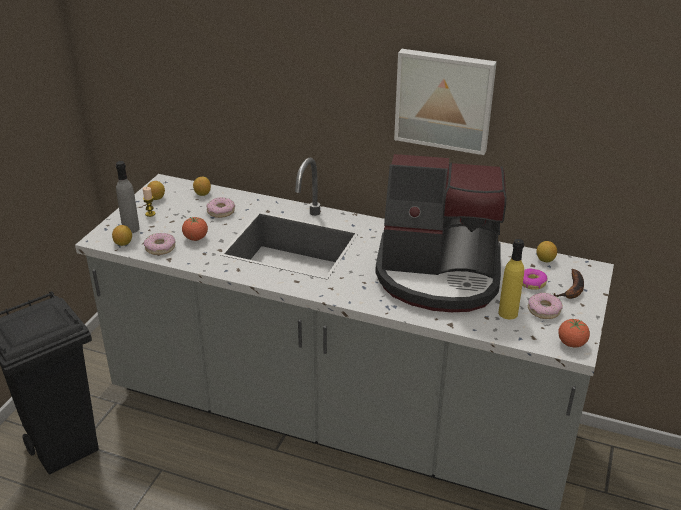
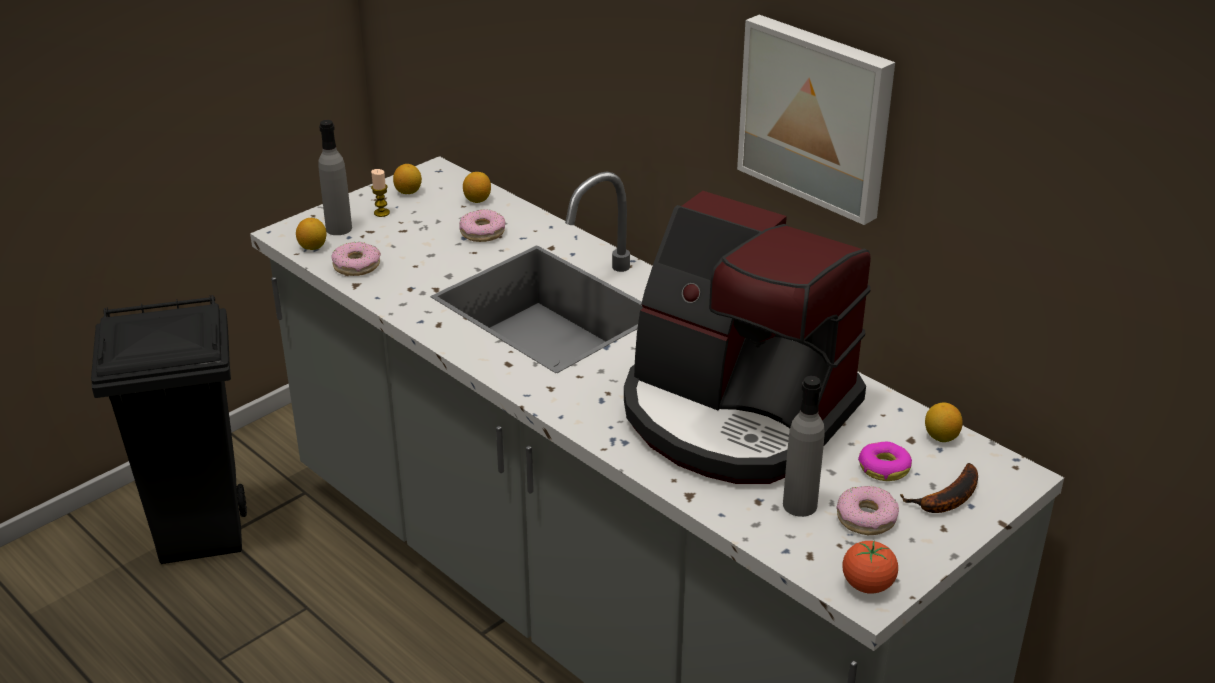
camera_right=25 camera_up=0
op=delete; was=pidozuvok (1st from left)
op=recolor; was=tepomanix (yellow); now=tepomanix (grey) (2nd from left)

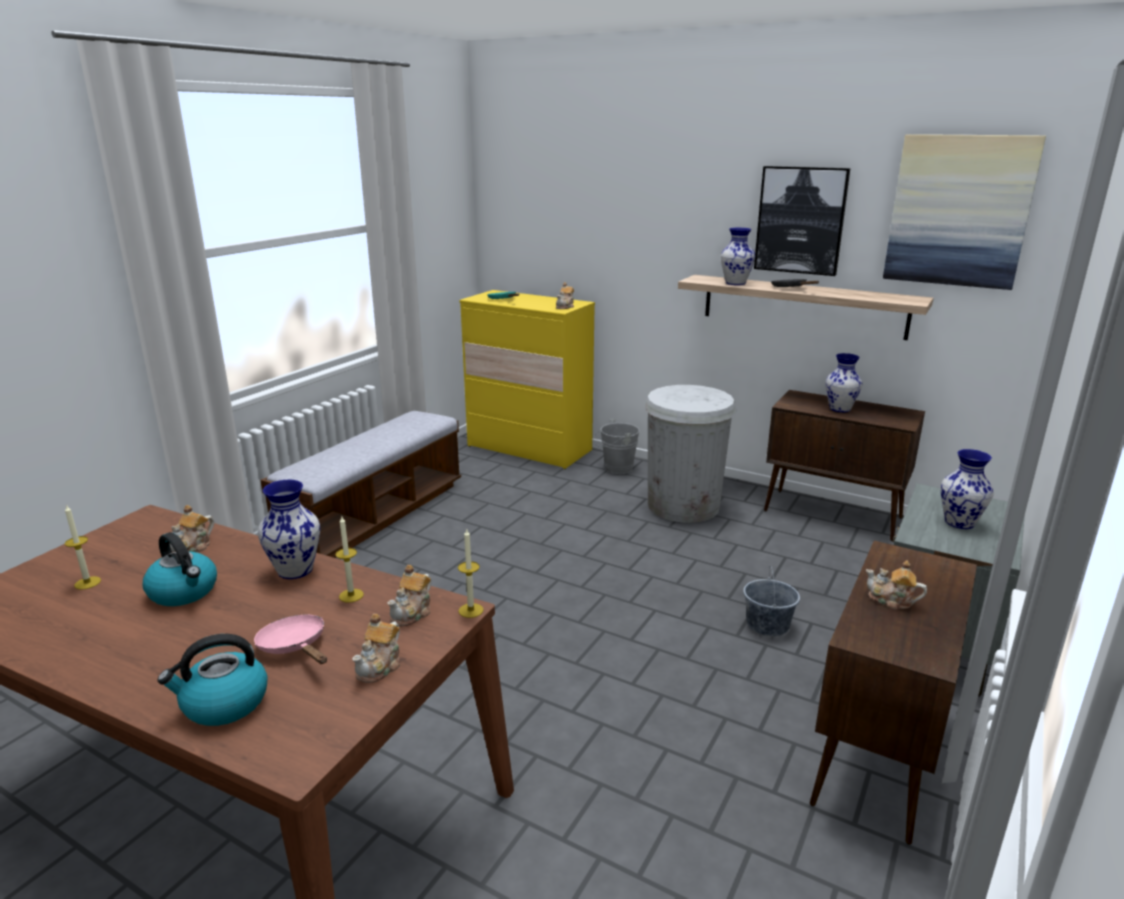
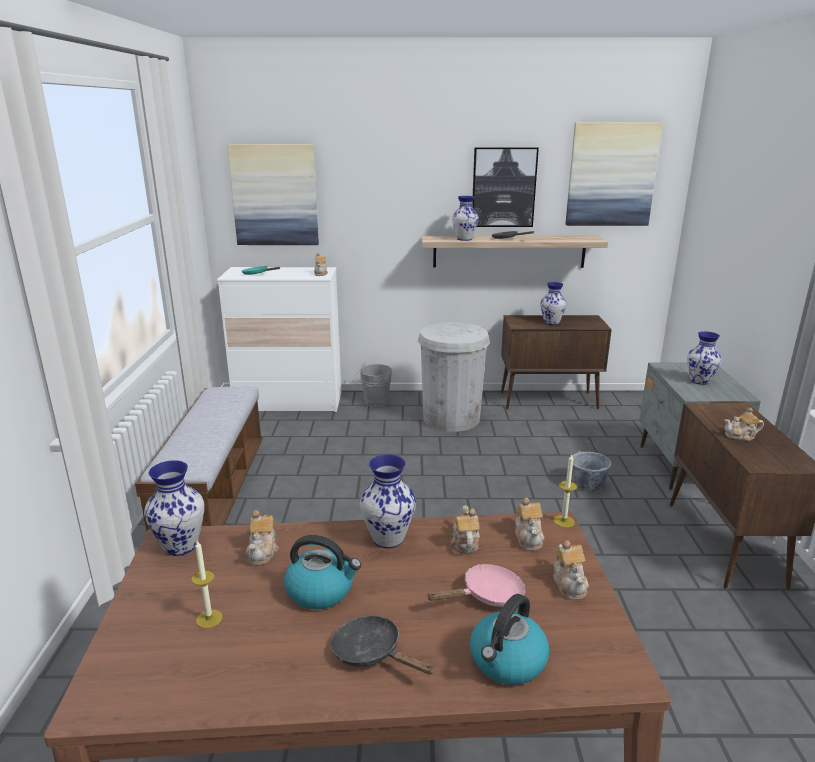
camera_right=-30 camera_up=0
op=recolor; was=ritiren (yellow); now=ritiren (white)
op=replace; was=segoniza (2nd from left); now=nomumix (3rd from left)
op=rotate; was=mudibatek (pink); clockwise=135
op=insert; now=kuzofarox (1st from left)
op=insert; now=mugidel (1st from left)
op=insert; now=mudibatek (black) (1st from left)

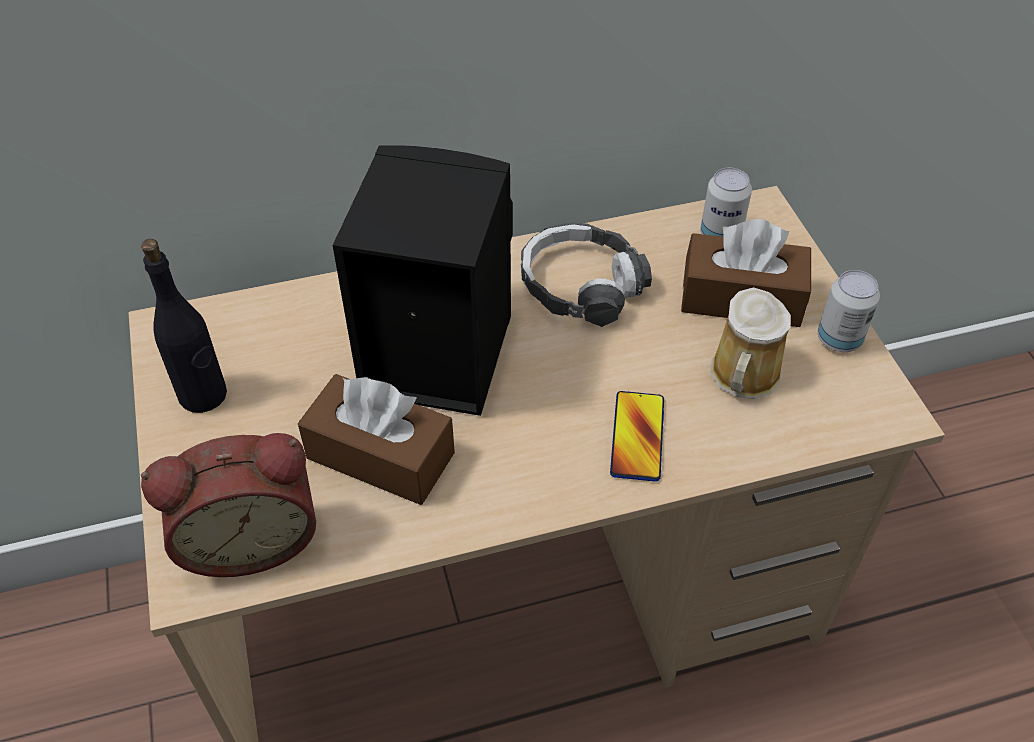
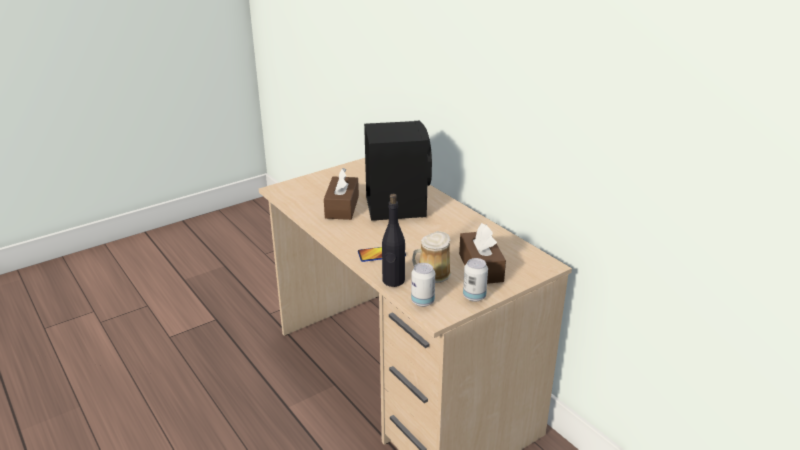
camera_right=70 camera_up=-20
op=move; was=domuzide (1st from left)
op=delete; was=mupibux
op=move; was=tepomanix (black)
op=delete; was=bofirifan

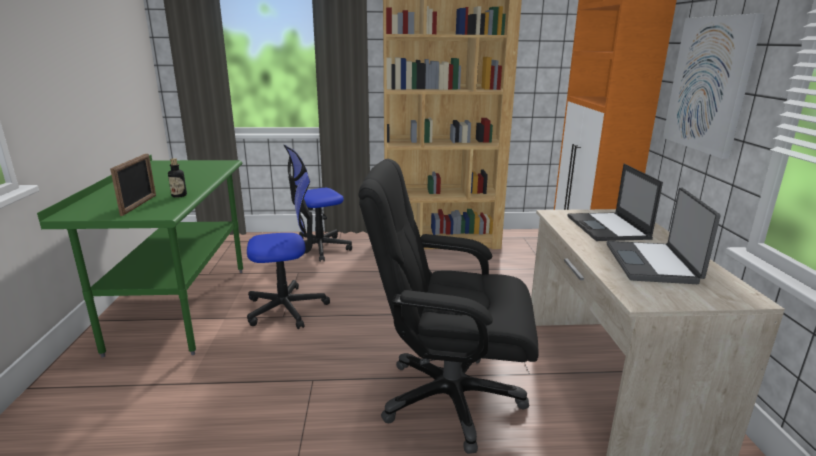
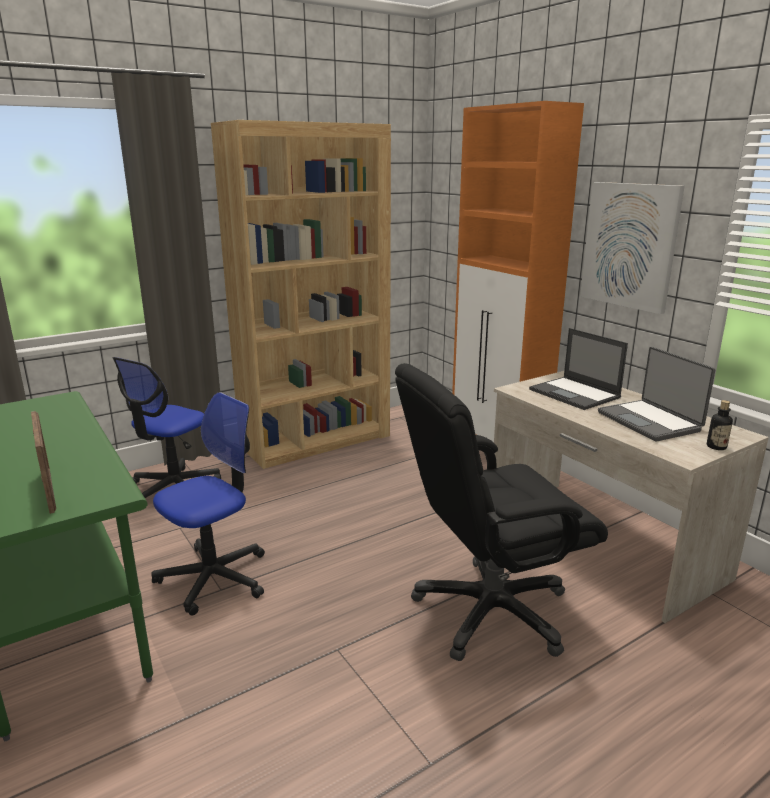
camera_right=-30 camera_up=0
op=move; was=tepomanix

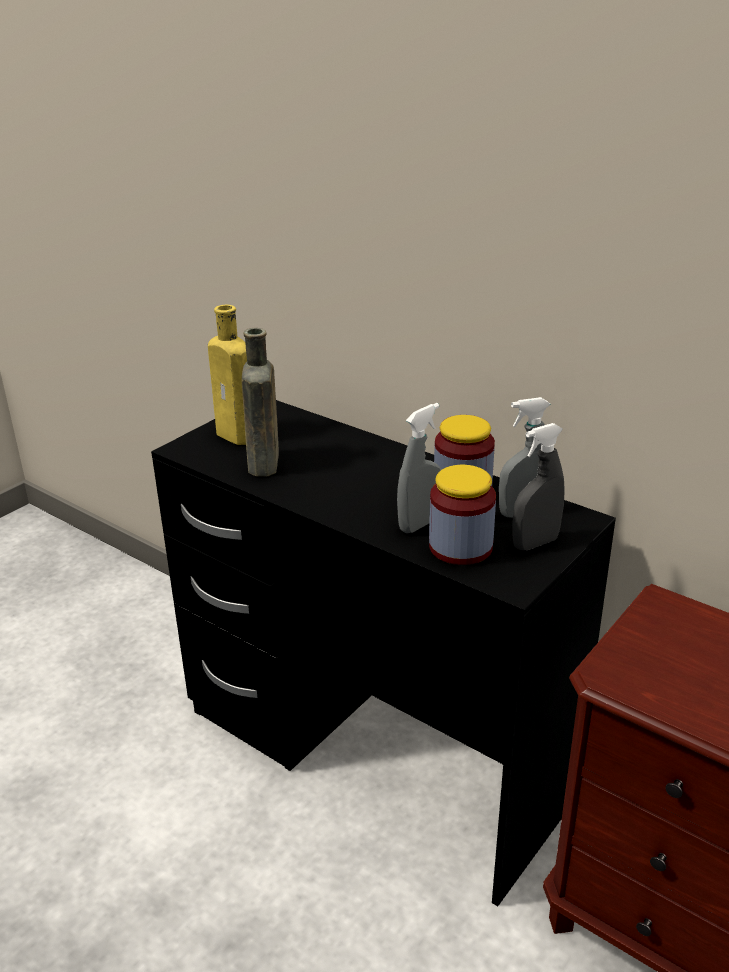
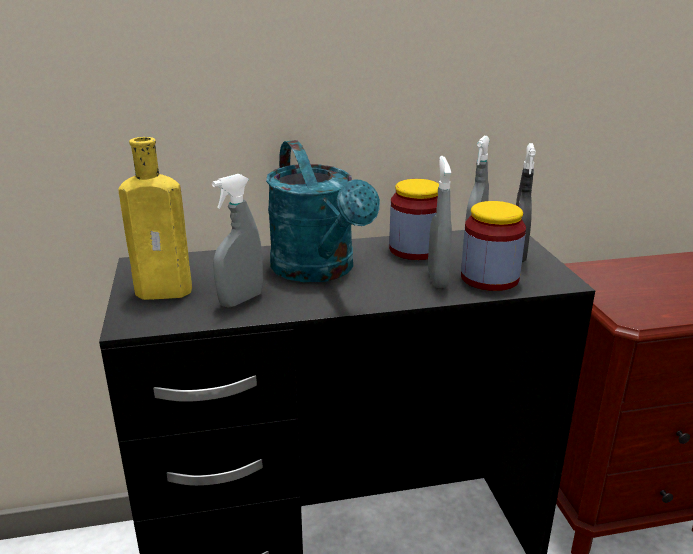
camera_right=-50 camera_up=-5
op=replace; was=tepomanix (brown); now=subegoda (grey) (1st from left)
op=insert; now=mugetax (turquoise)

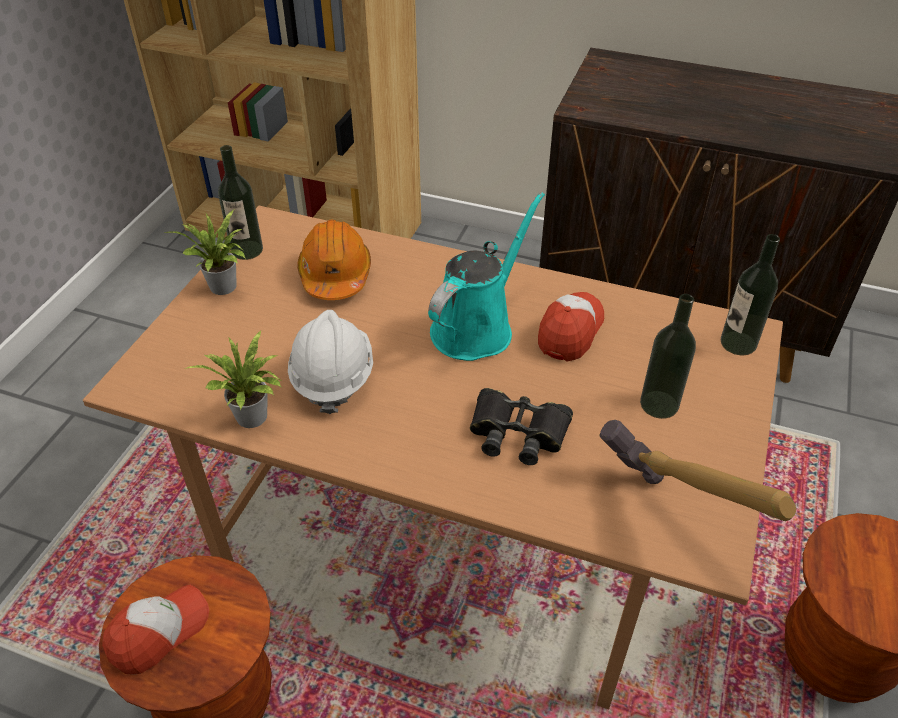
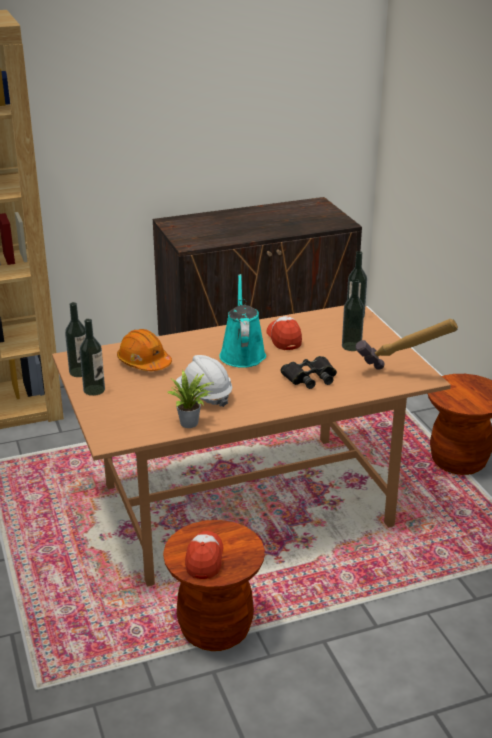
camera_right=-40 camera_up=-15
op=replace; was=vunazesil (1st from left); now=tepomanix (2nd from left)

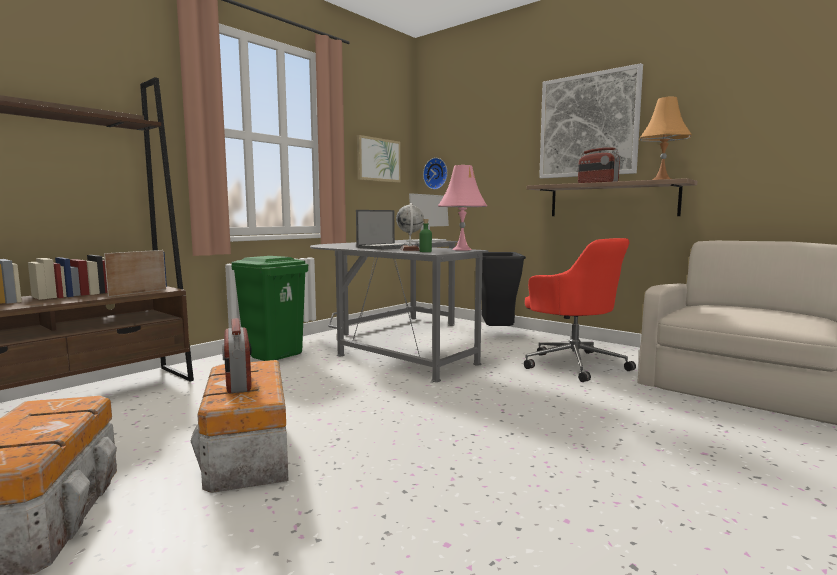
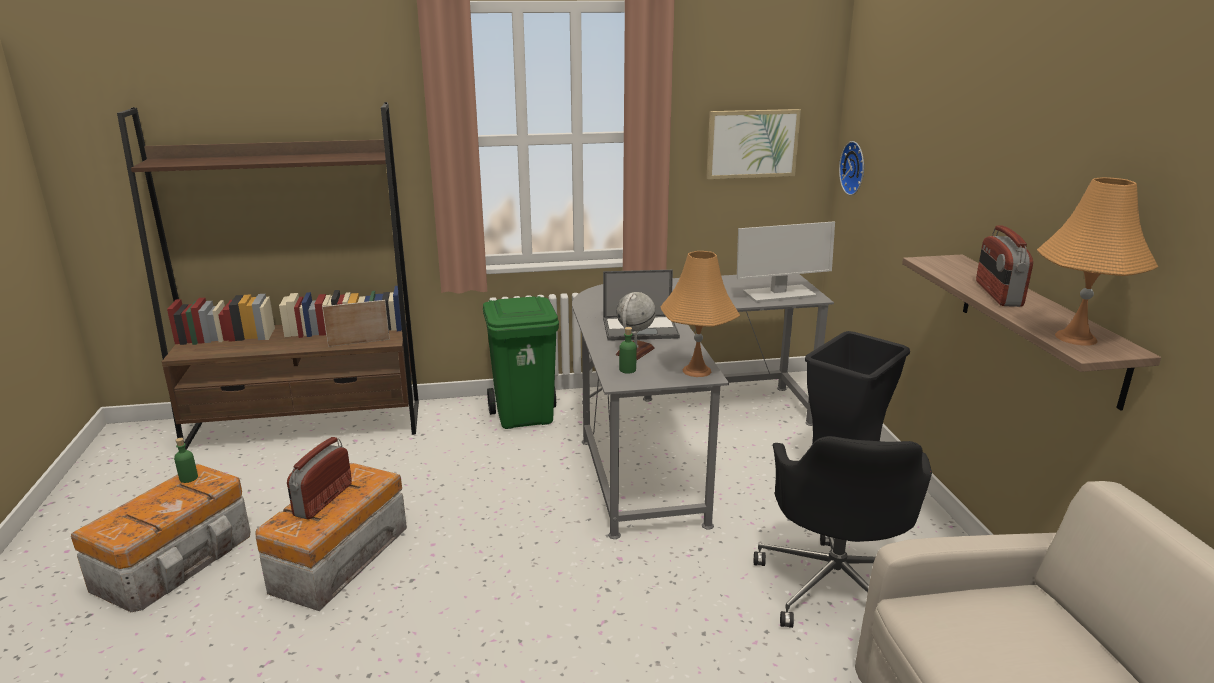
camera_right=40 camera_up=15
op=delete; was=kuzofarox (2nd from left)
op=recolor; was=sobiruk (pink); now=sobiruk (orange) (1st from left)
op=recolor; was=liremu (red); now=liremu (black)
op=insert; now=tepomanix (green) (1st from left)

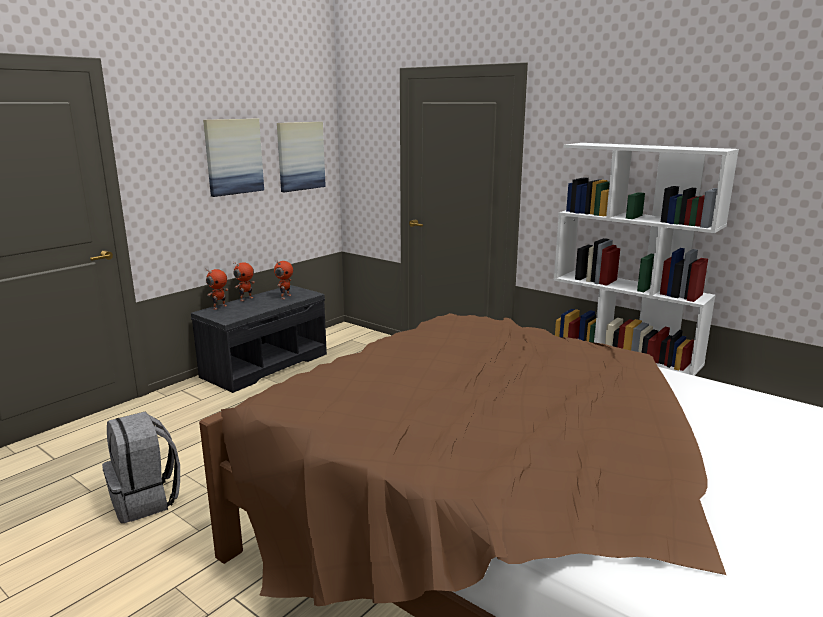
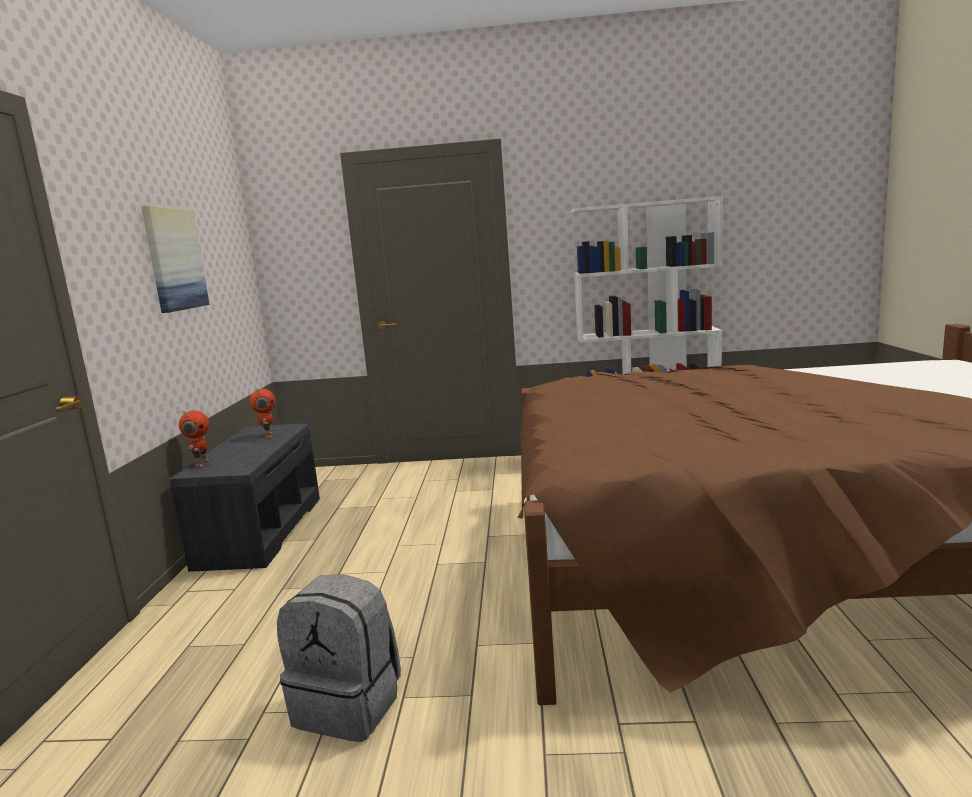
camera_right=-35 camera_up=-5
op=delete; was=kuzofarox (2nd from left)
op=delete; was=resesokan (2nd from left)

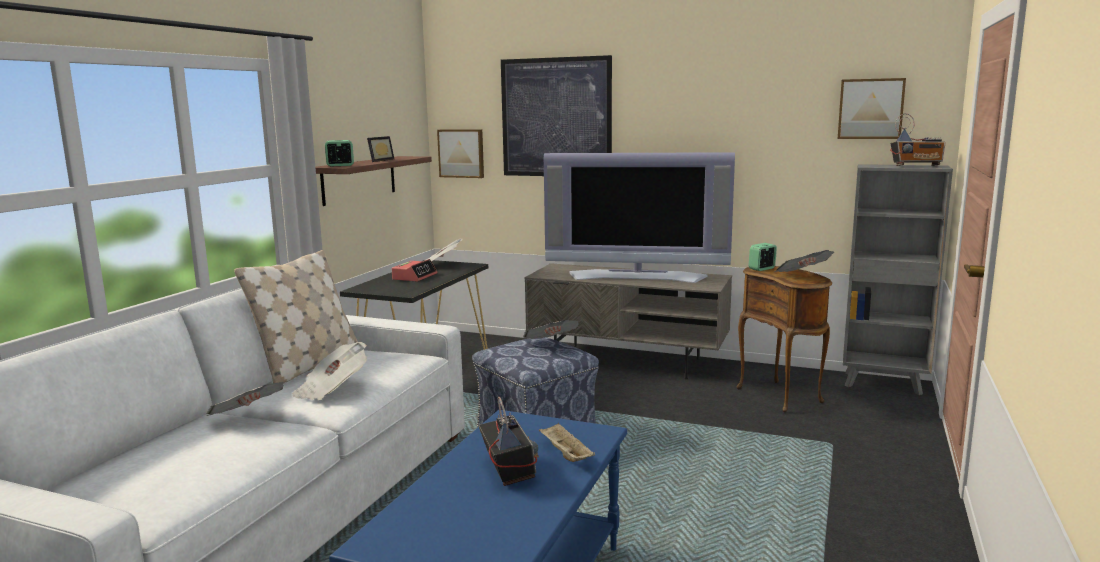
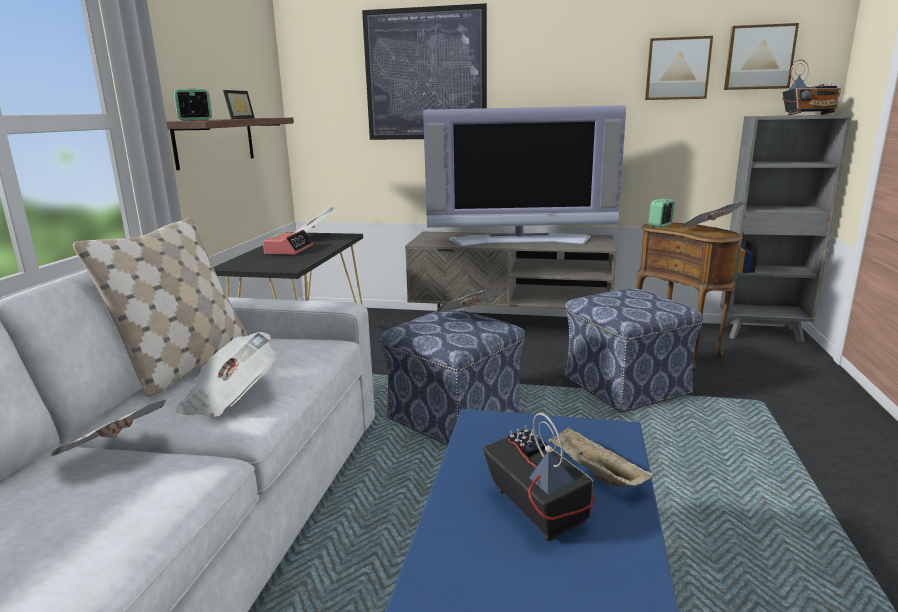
camera_right=-10 camera_up=5
op=move; was=kuzofarox (1st from left in the first image); now=kuzofarox (2nd from left)
op=insert; now=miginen (2nd from left)

